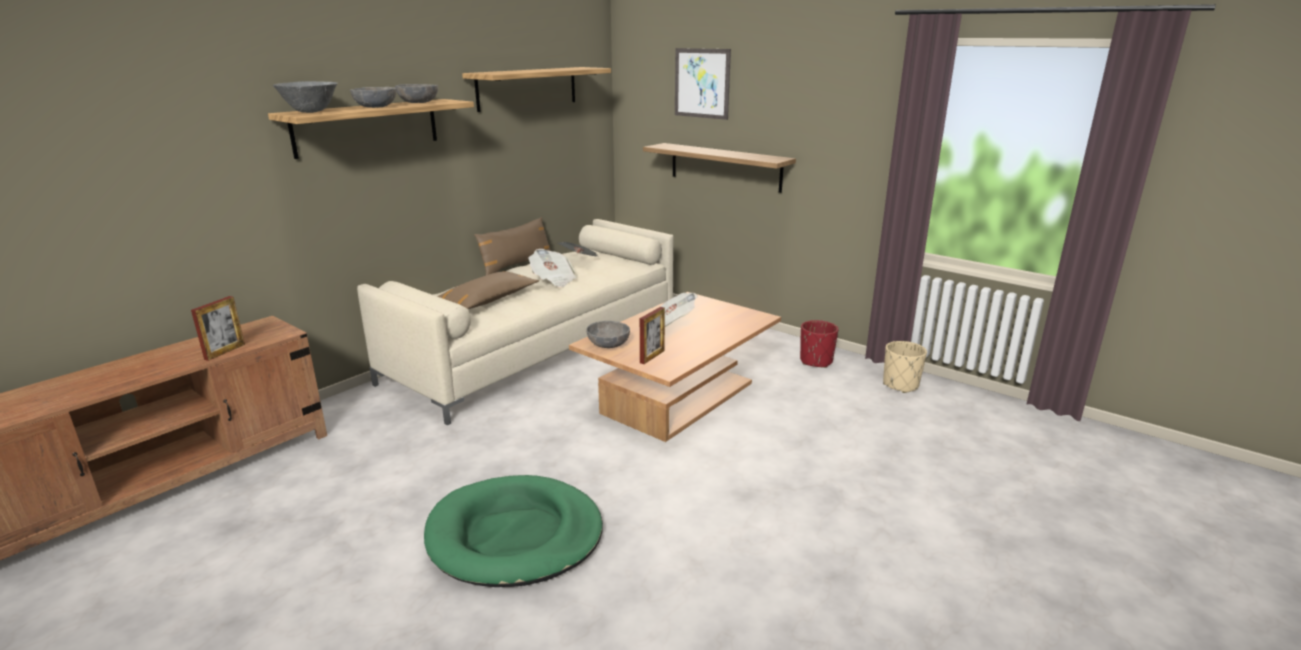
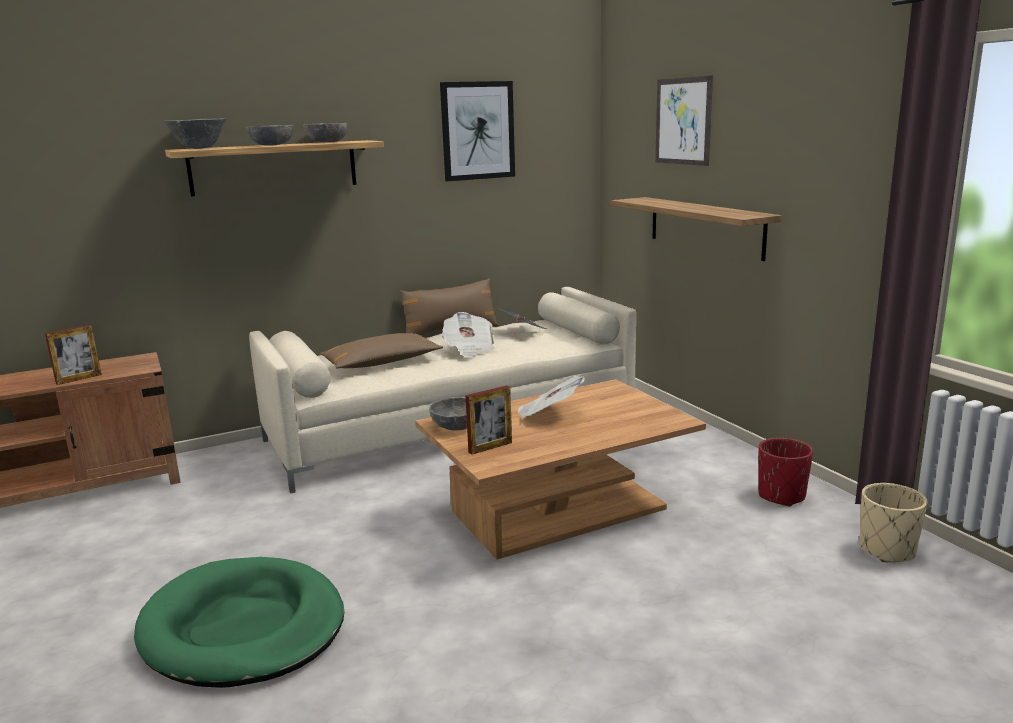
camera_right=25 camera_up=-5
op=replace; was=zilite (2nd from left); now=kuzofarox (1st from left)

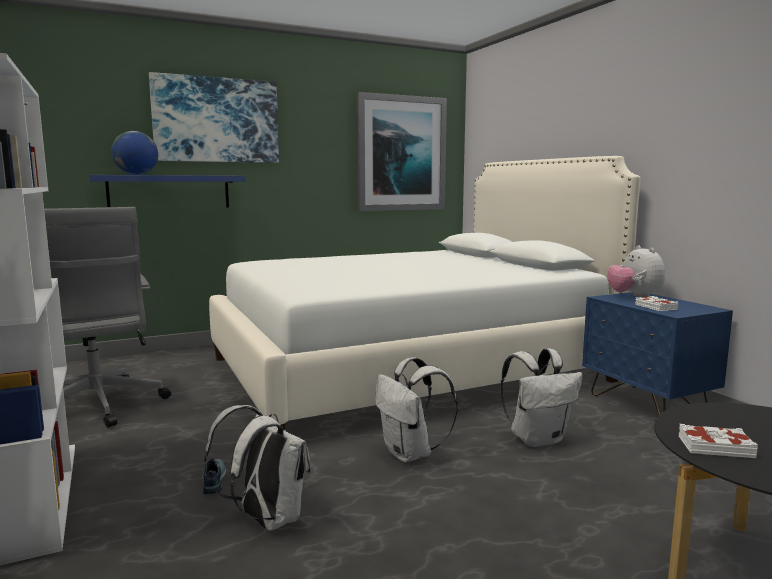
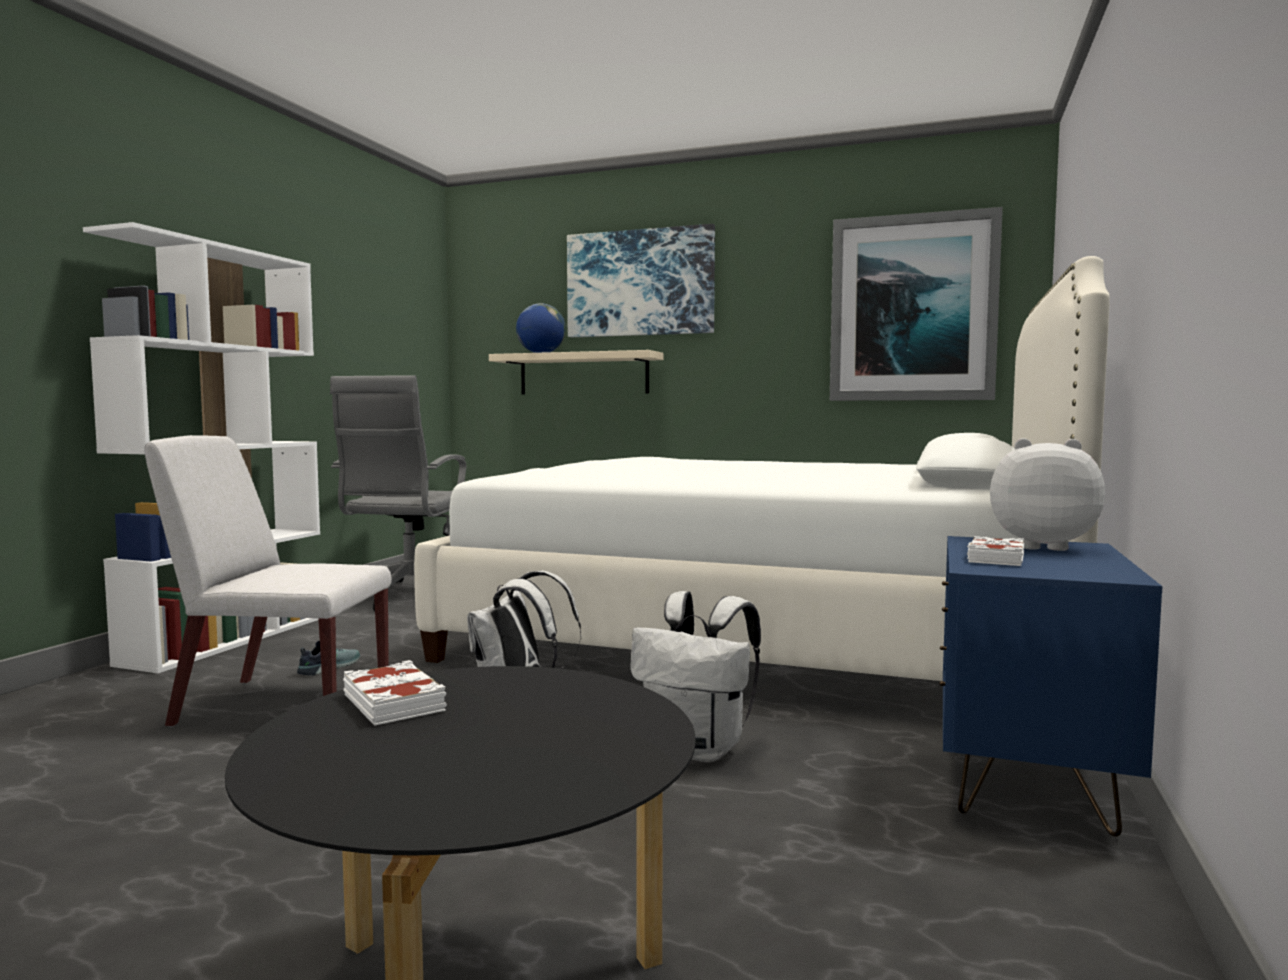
camera_right=45 camera_up=-5
op=recolor; was=zilite (blue); now=zilite (beige)
op=rotate; was=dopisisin; clockwise=75
op=replace; was=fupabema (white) (1st from left); now=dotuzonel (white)

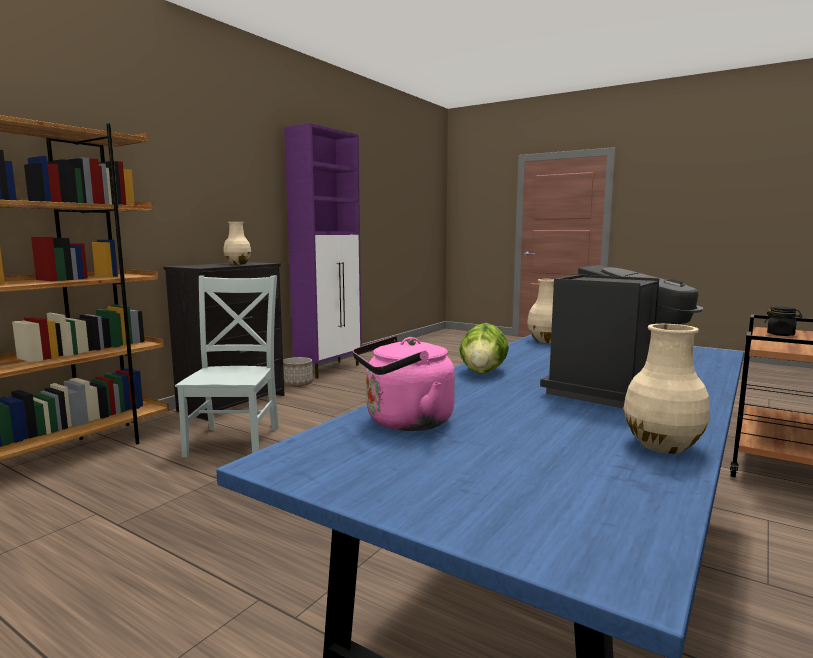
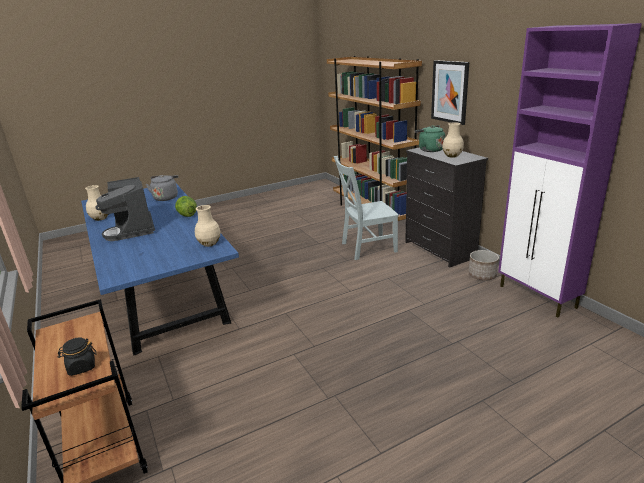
camera_right=120 camera_up=15
op=rotate; was=dotuzonel (grey); clockwise=135
op=recolor; was=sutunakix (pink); now=sutunakix (grey)
op=insert; now=kuzofarox
op=insert; now=sutunakix (green)

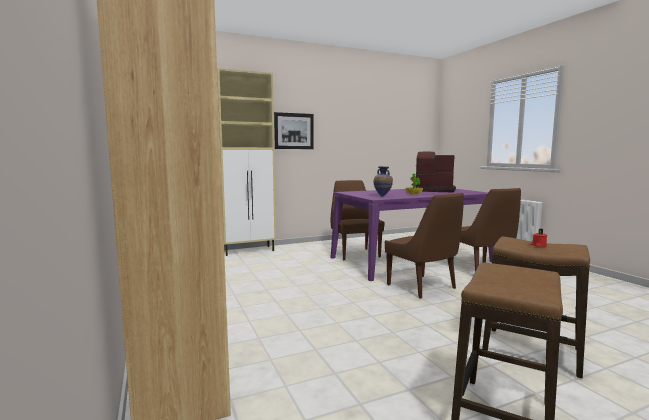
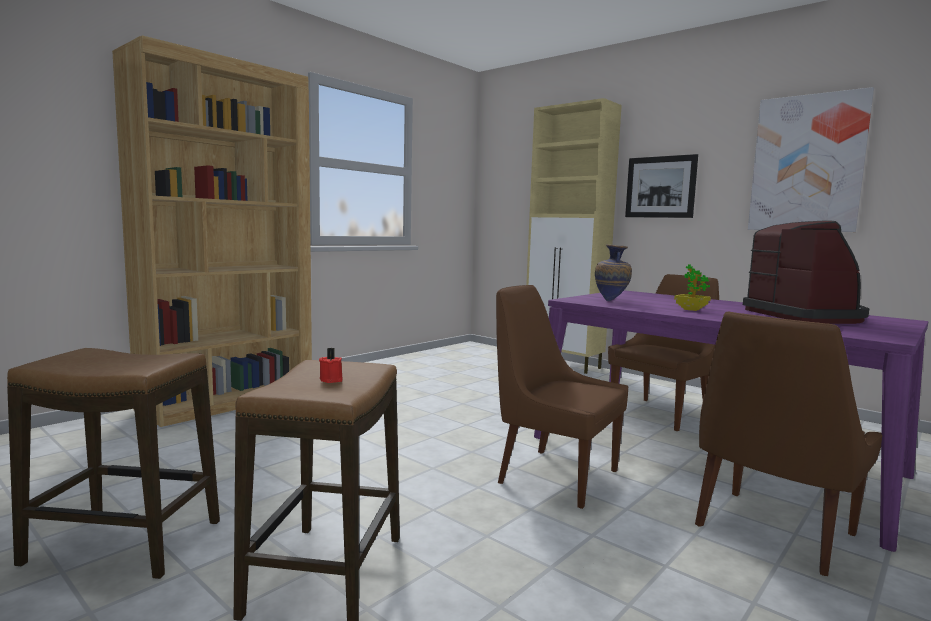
camera_right=65 camera_up=0
op=rotate; was=dotuzonel (brown) (2nd from left in the first image); clockwise=90
op=insert; now=kuzofarox (2nd from left)

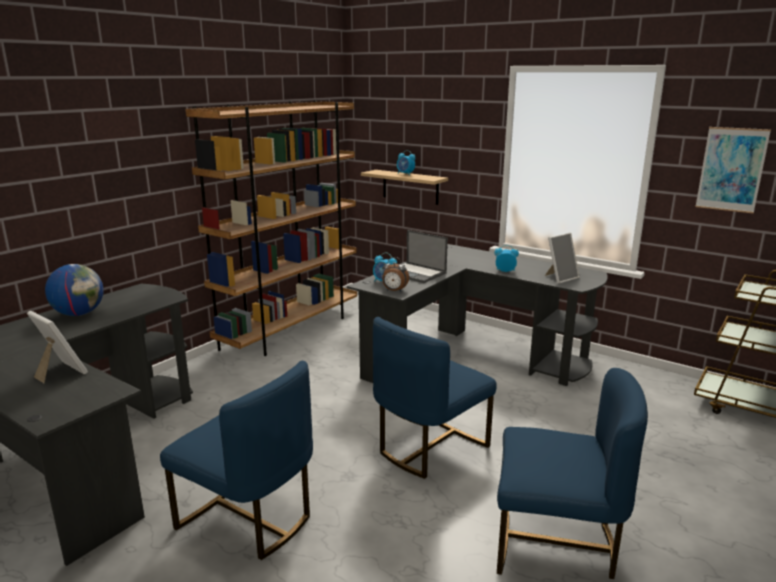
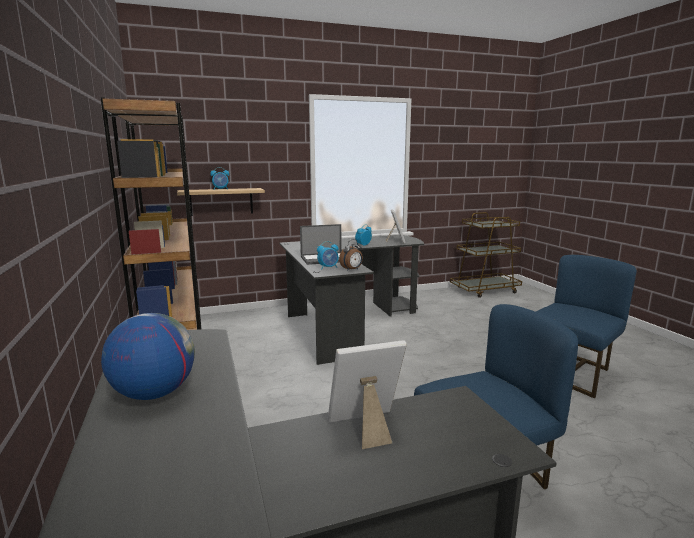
camera_right=-55 camera_up=-5
op=delete; was=kuzofarox
op=delete; was=dotuzonel (blue) (2nd from left)

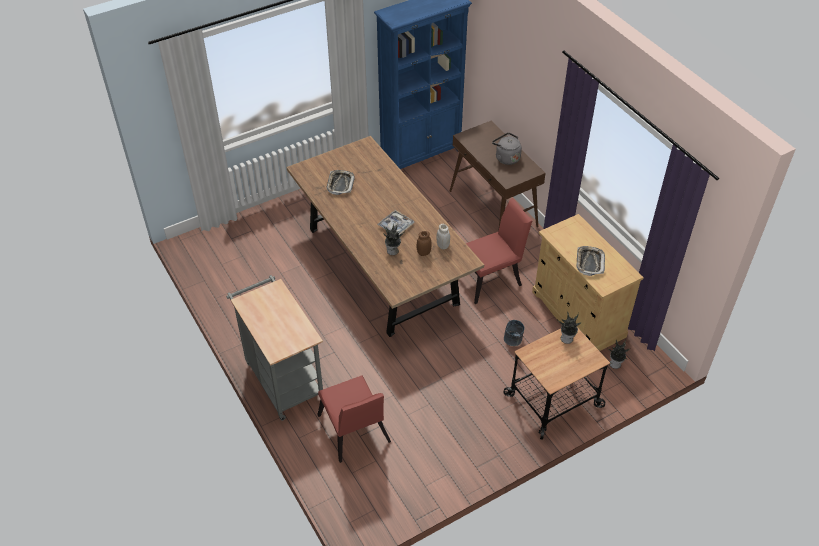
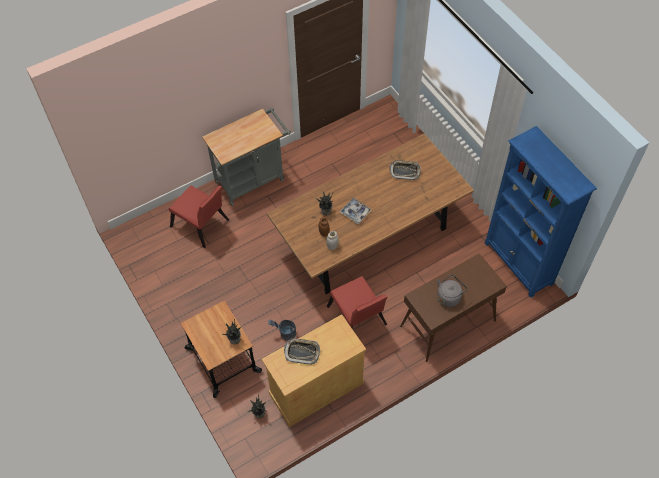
camera_right=90 camera_up=10
op=rotate; was=dotuzonel (red) (1st from left); clockwise=-120

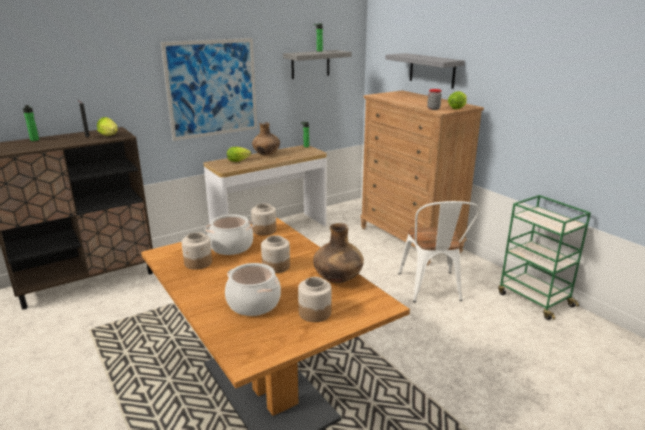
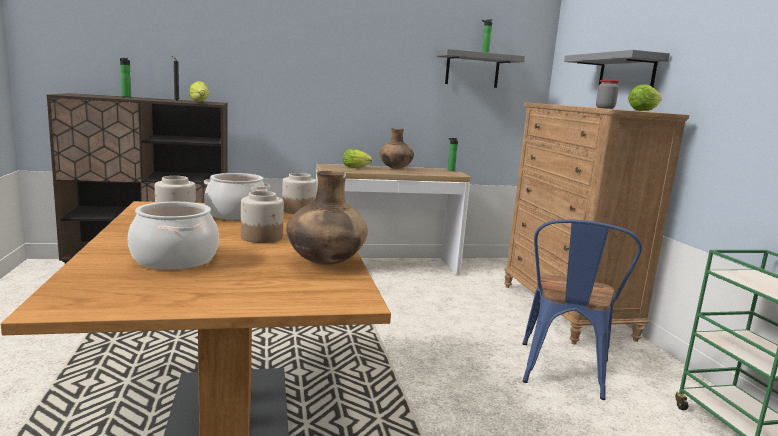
camera_right=20 camera_up=-10
op=delete; was=kuzofarox
op=recolor; was=dotuzonel (white); now=dotuzonel (blue)
op=delete; was=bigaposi (4th from left)

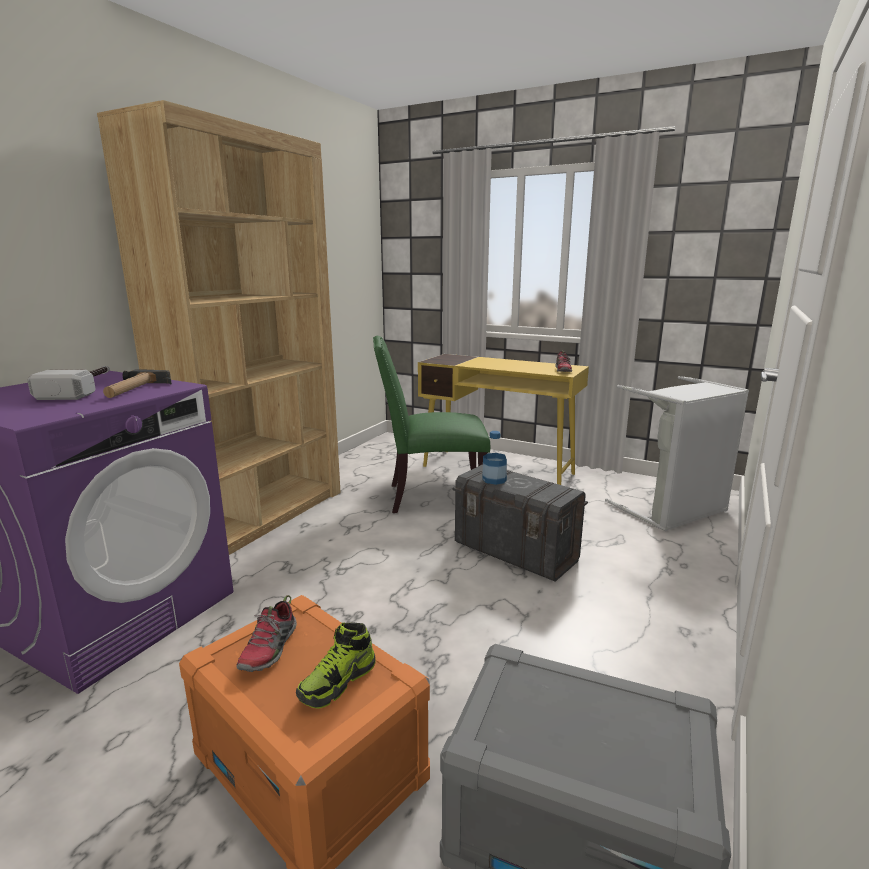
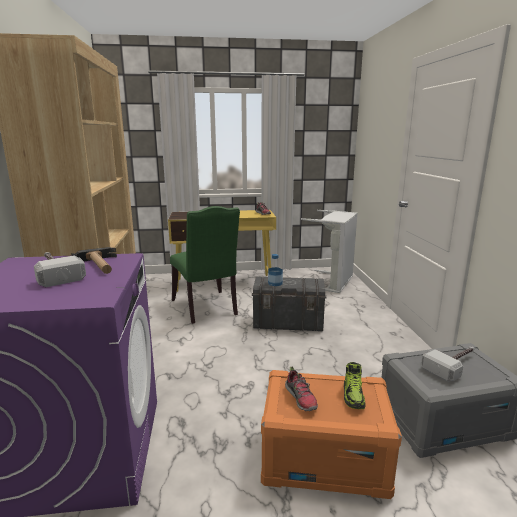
camera_right=-35 camera_up=0
op=rotate; was=dotuzonel (green); clockwise=-75
op=insert; now=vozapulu (3rd from left)

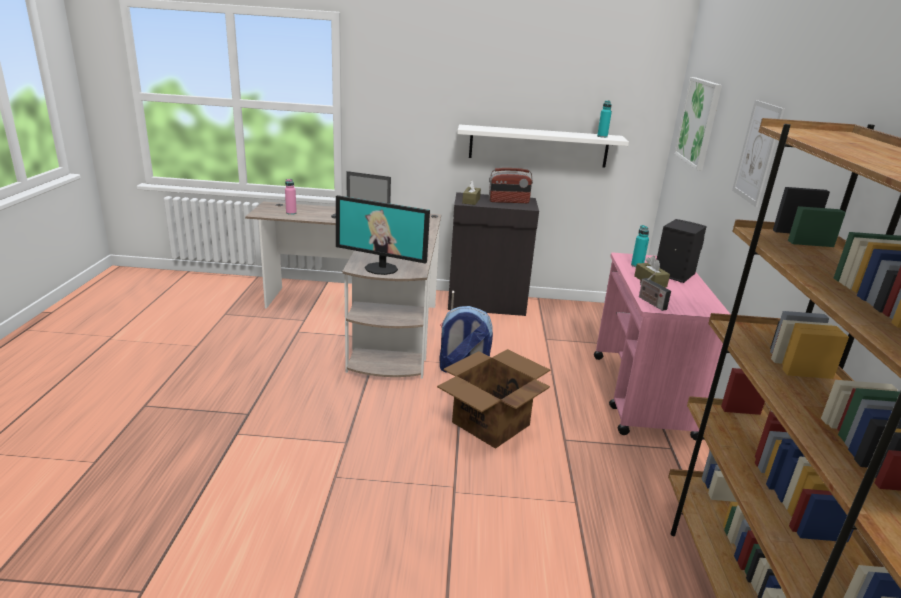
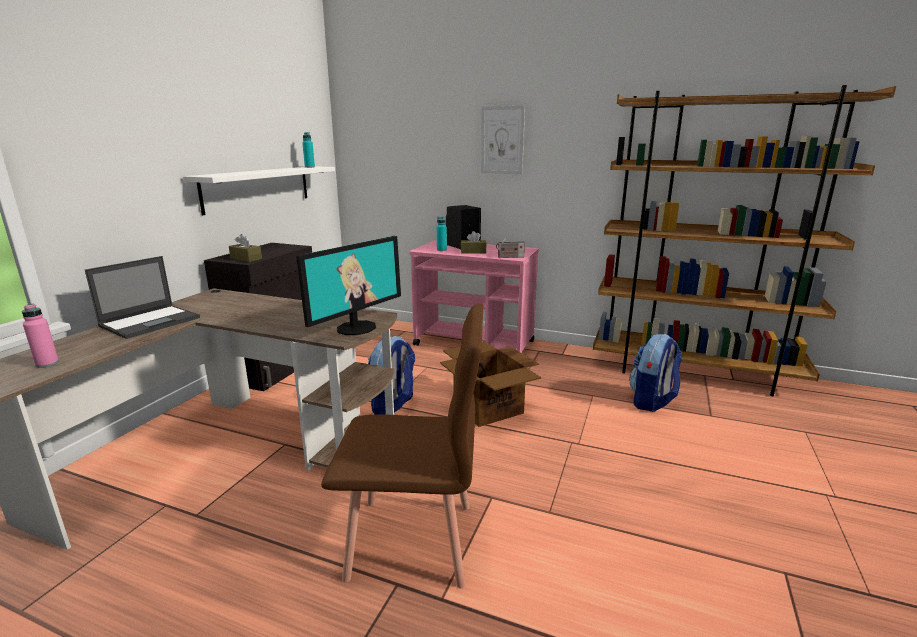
camera_right=-70 camera_up=-5
op=delete; was=kuzofarox (1st from left)
op=delete; was=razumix (1st from left)
op=insert; now=dotuzonel (brown)
op=insert; now=fupabema (2nd from left)

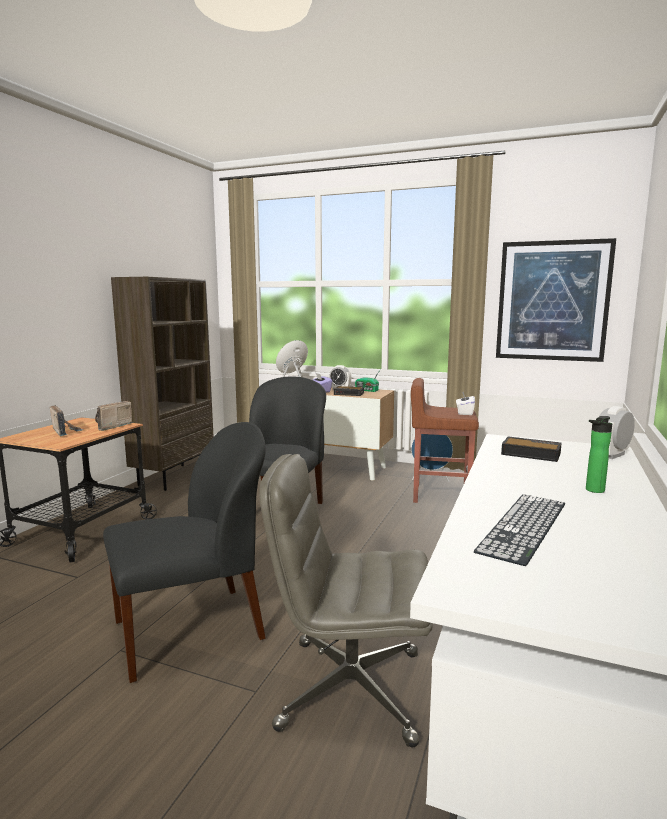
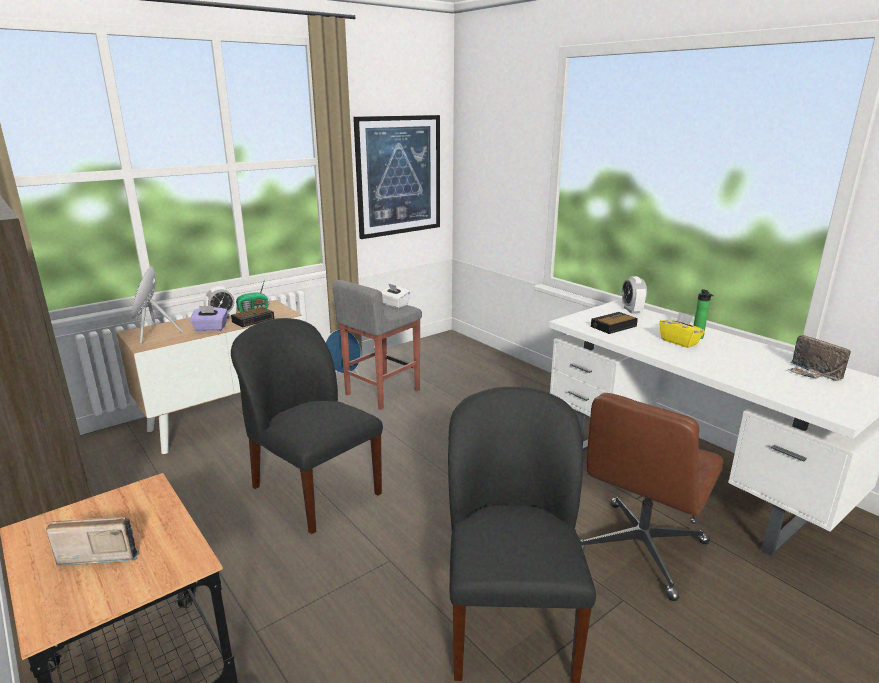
camera_right=-60 camera_up=10
op=recolor; was=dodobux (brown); now=dodobux (grey)
op=move; was=razumix (2nd from left in the first image); now=razumix (3rd from left)
op=recolor; was=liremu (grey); now=liremu (brown)
op=delete; was=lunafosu
op=insert; now=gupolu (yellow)

